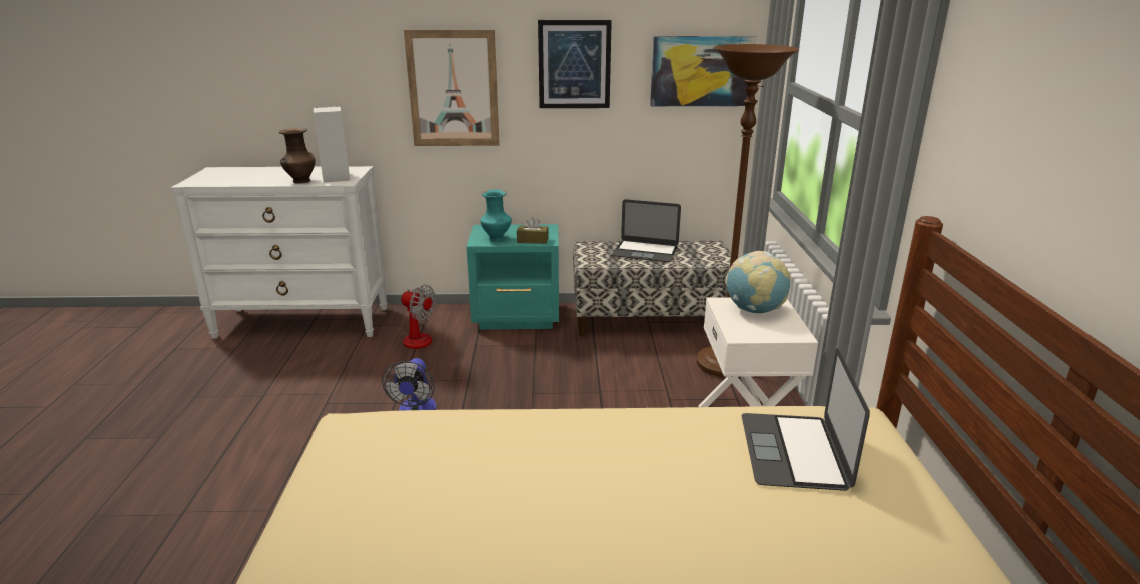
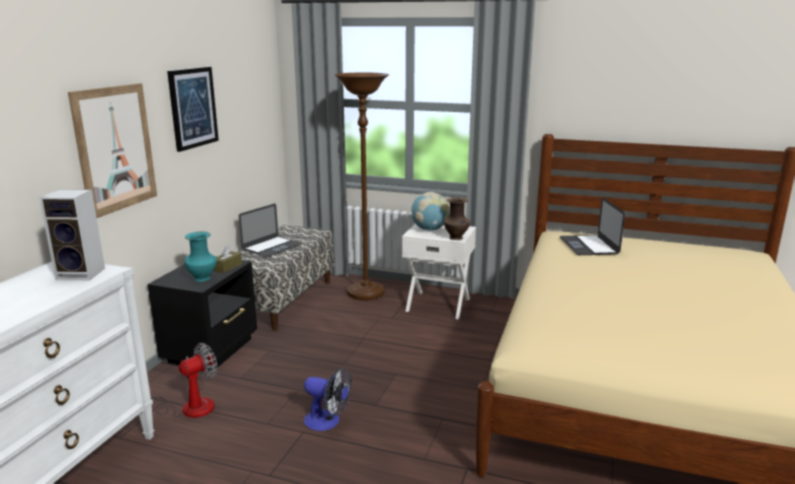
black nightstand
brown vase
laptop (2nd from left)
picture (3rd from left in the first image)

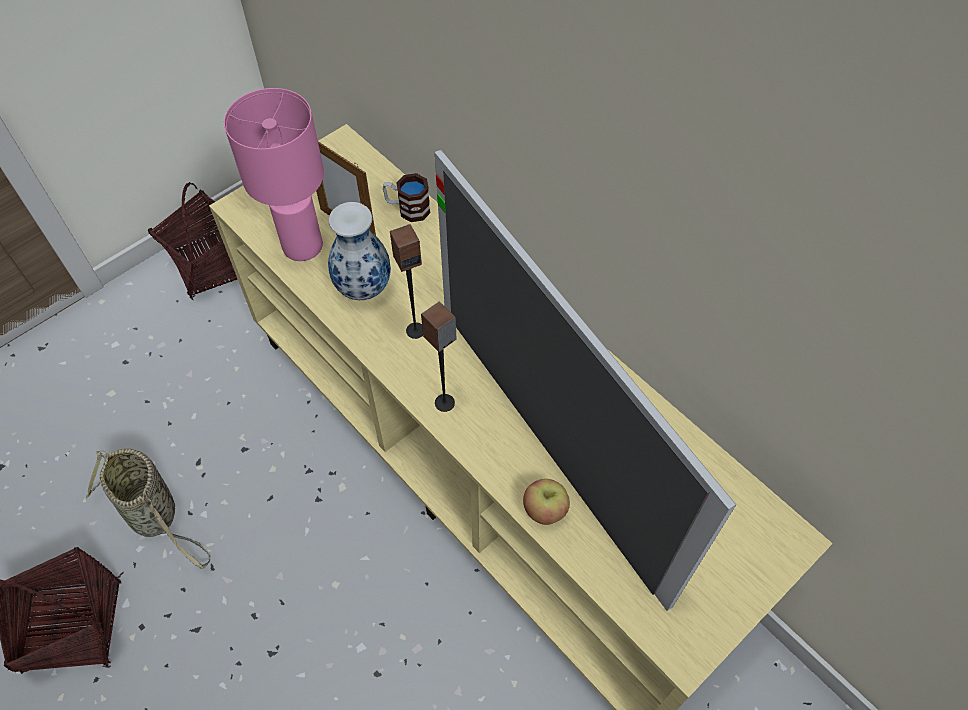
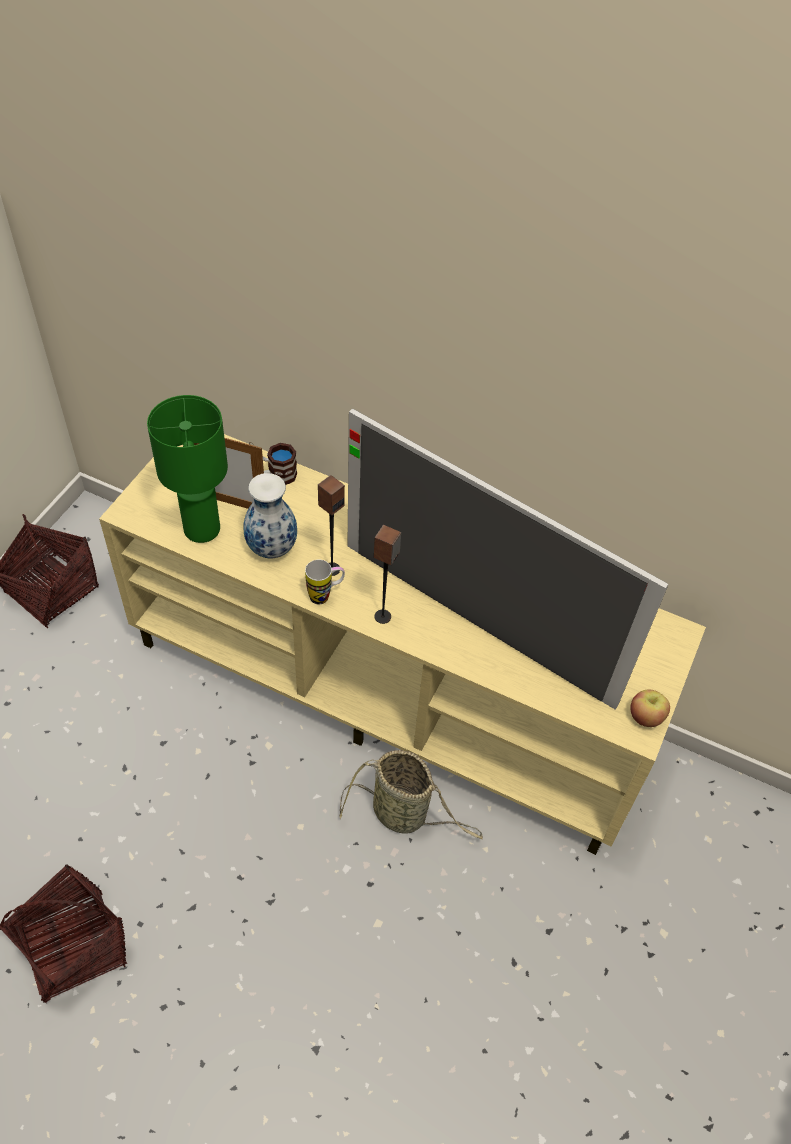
green table lamp
mug (2nd from left)
basket (3rd from left)
apple

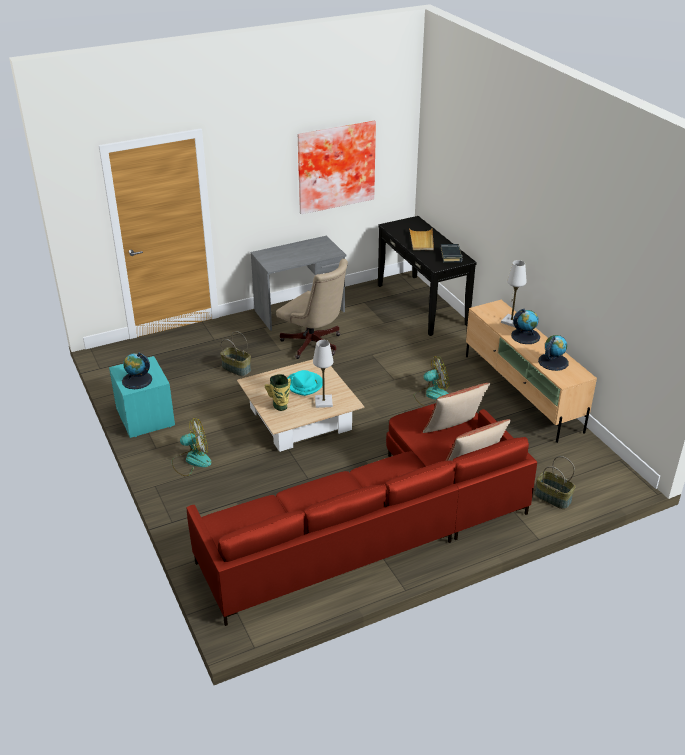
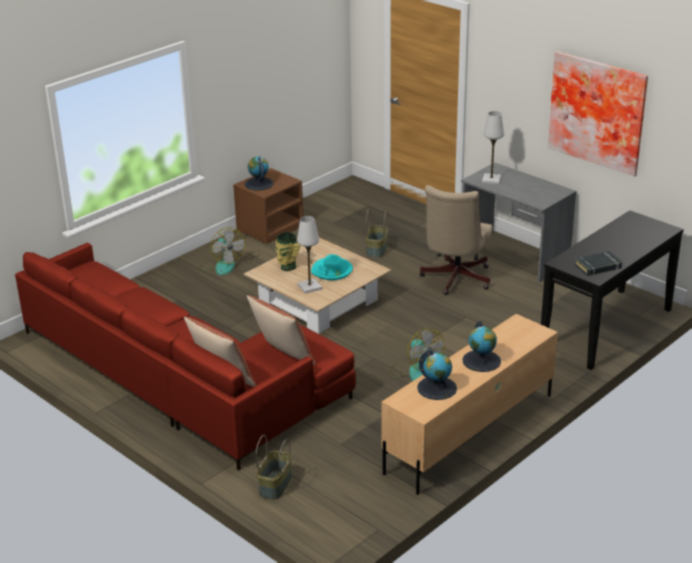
brown nightstand
white table lamp (2nd from left)
beige tray

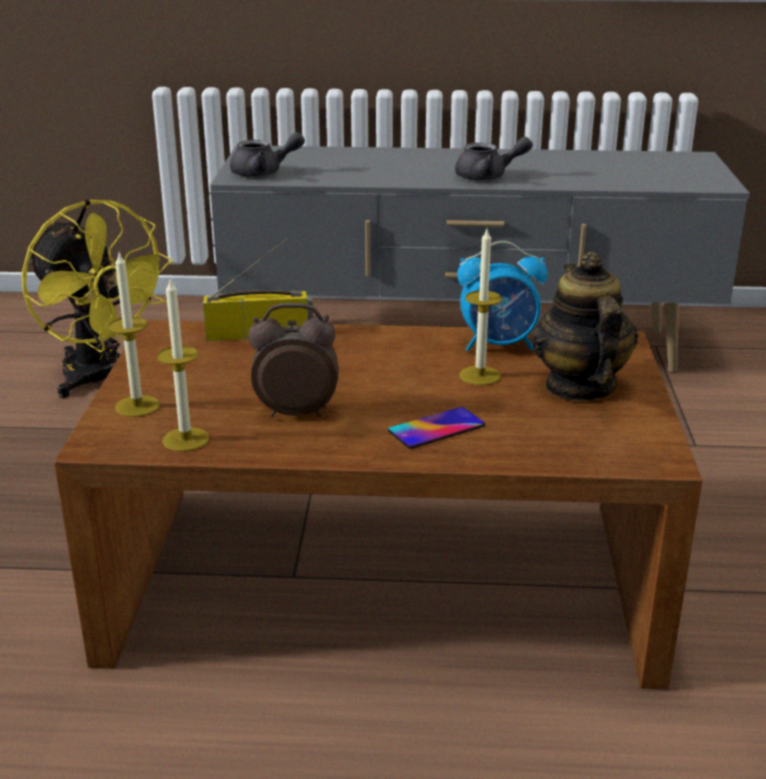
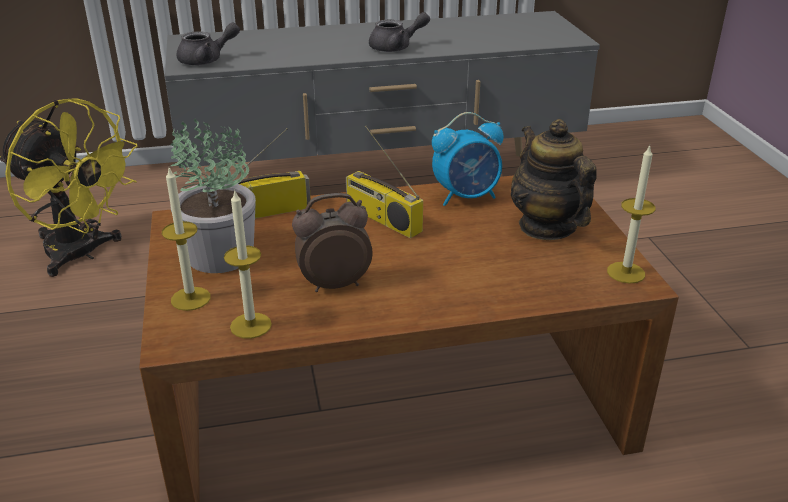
potted plant
radio (2nd from left)
candle (3rd from left)
phone

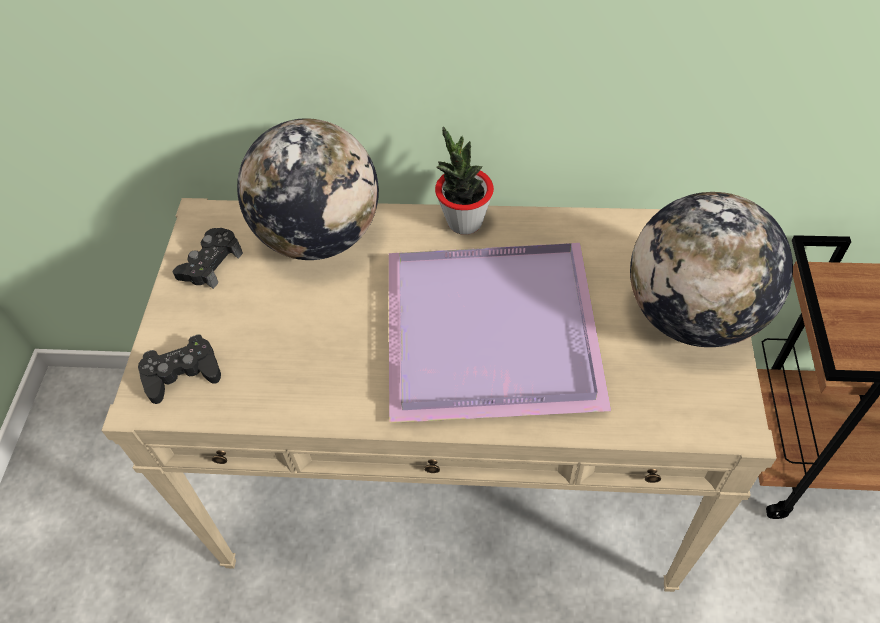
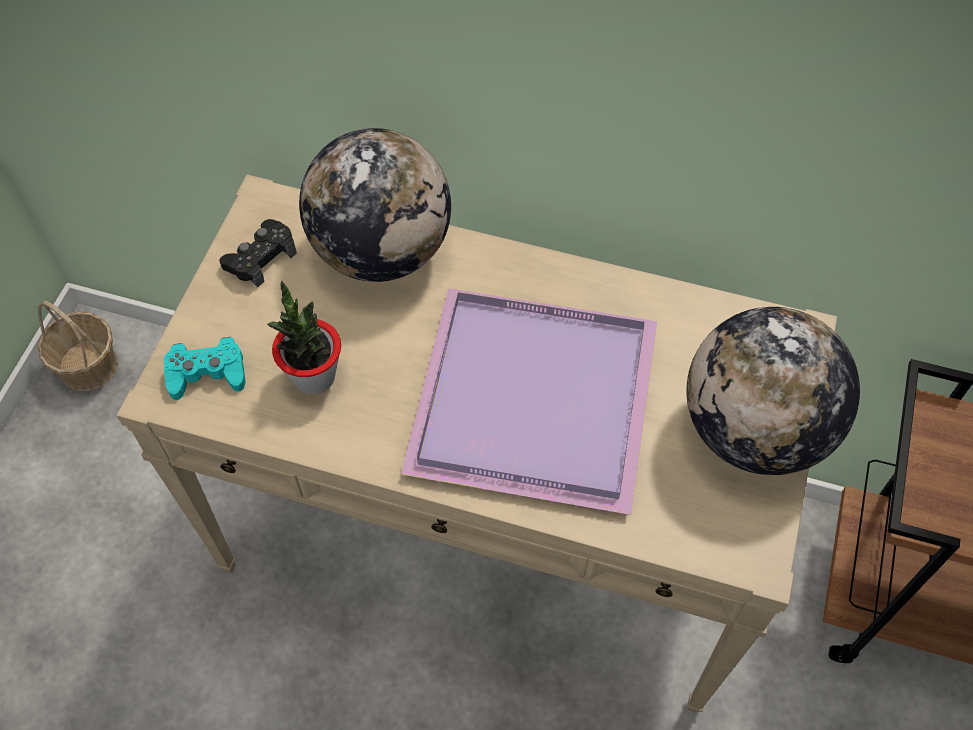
basket
turquoise game controller
potted plant

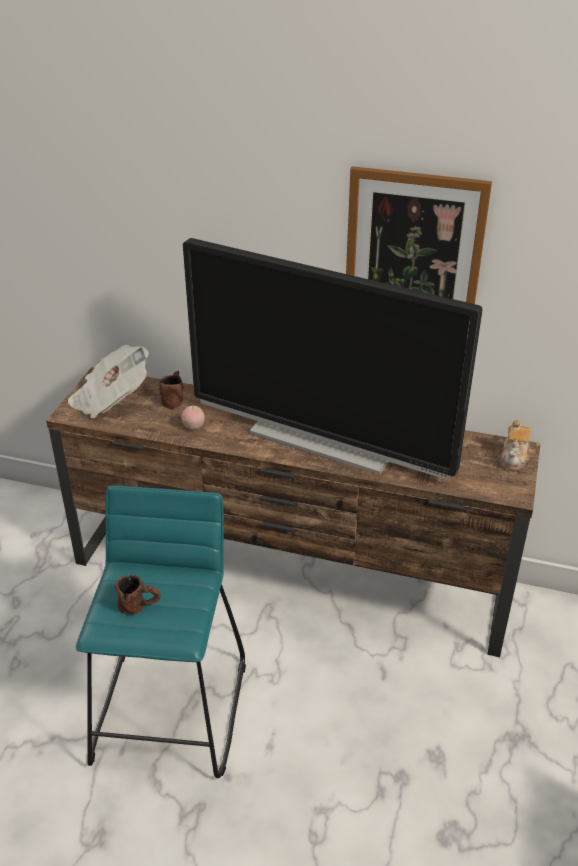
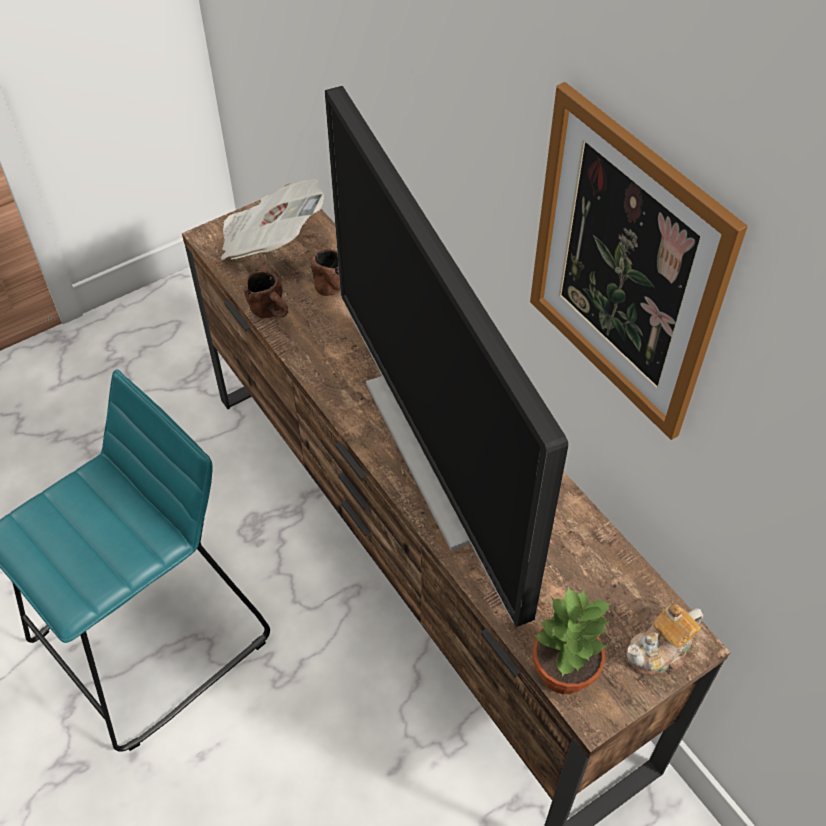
brown mug (1st from left)
potted plant
apple

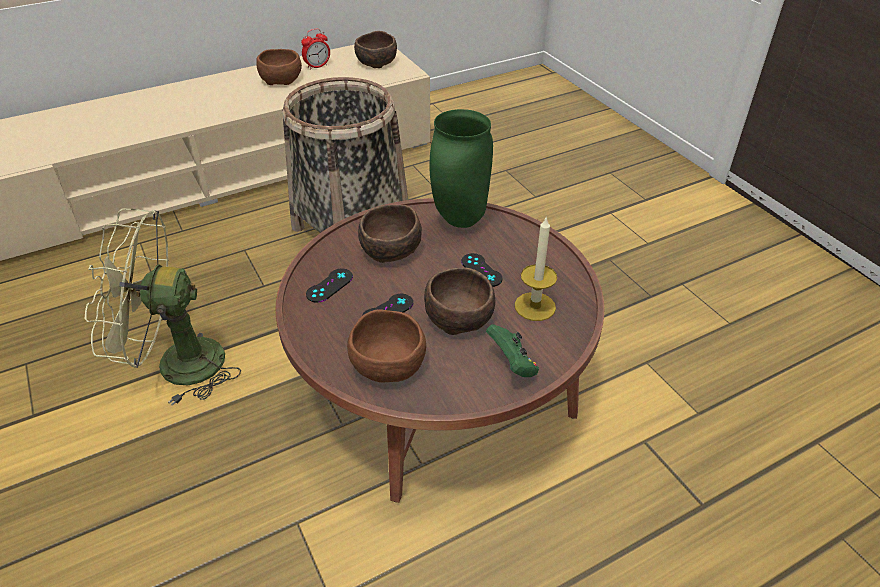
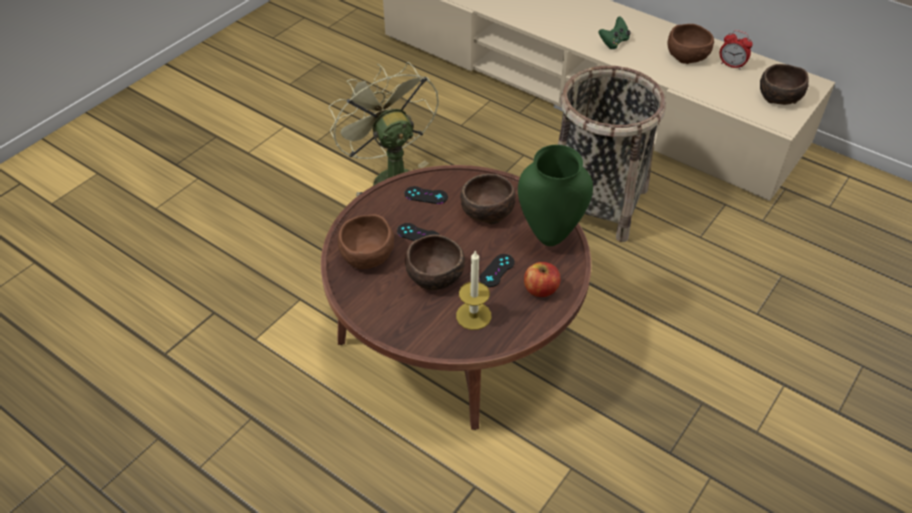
apple
green game controller

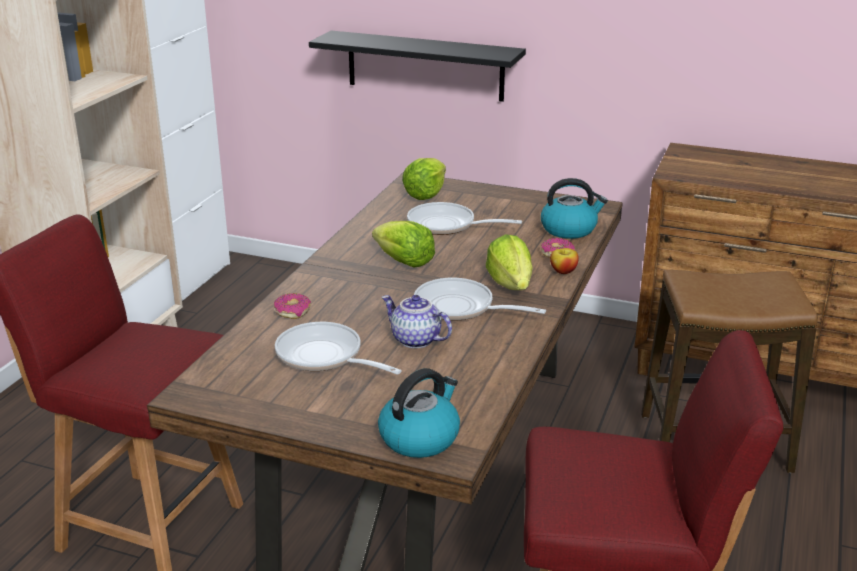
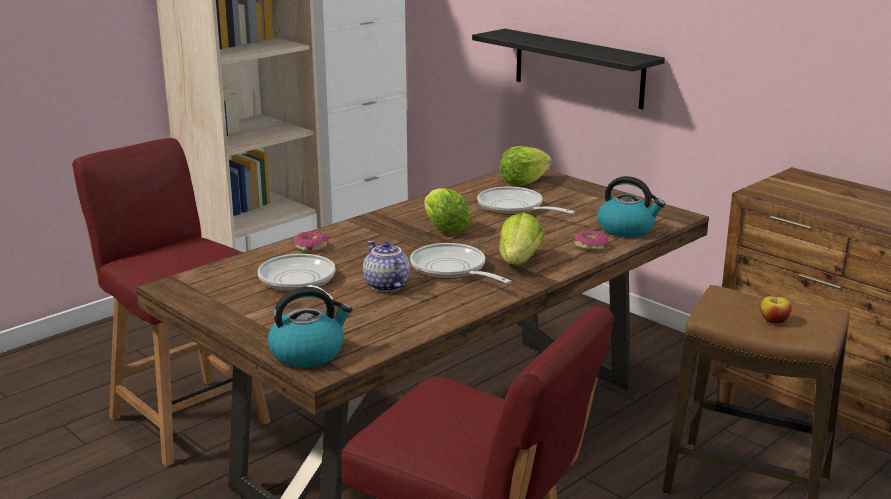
apple

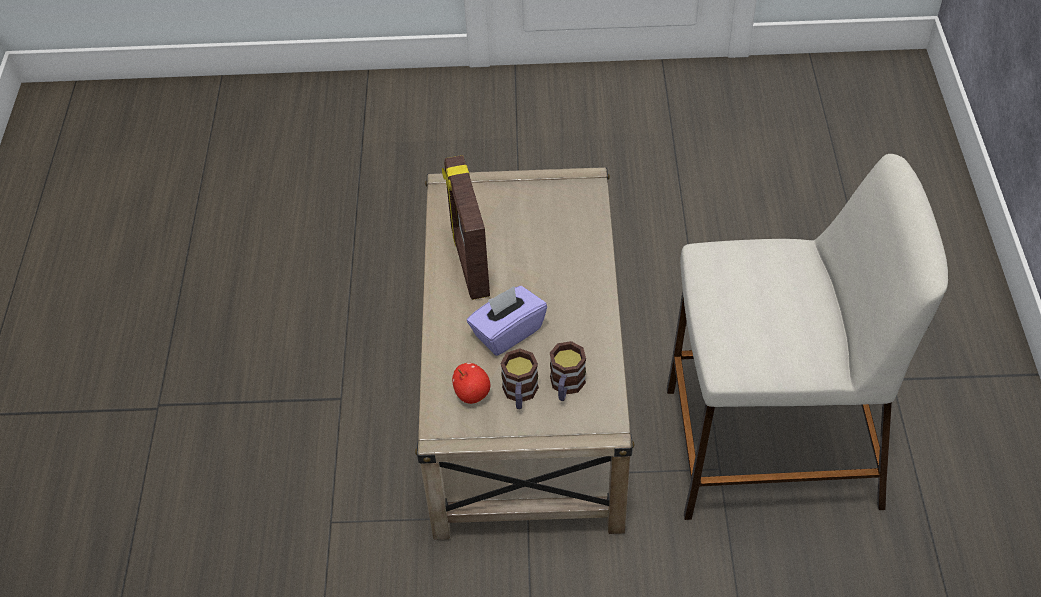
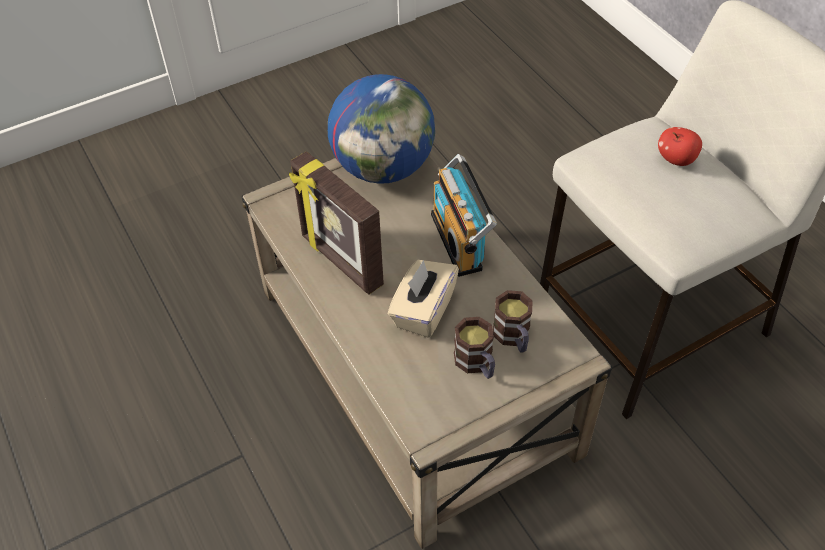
globe
beige tissue box
radio
apple

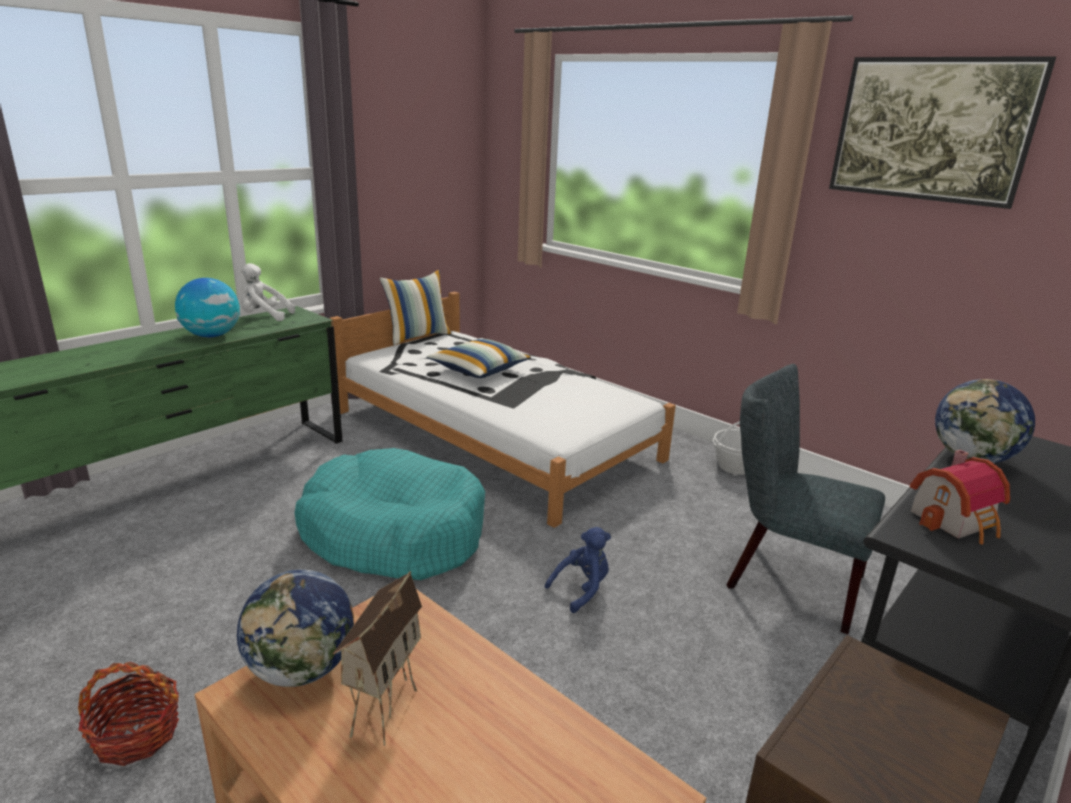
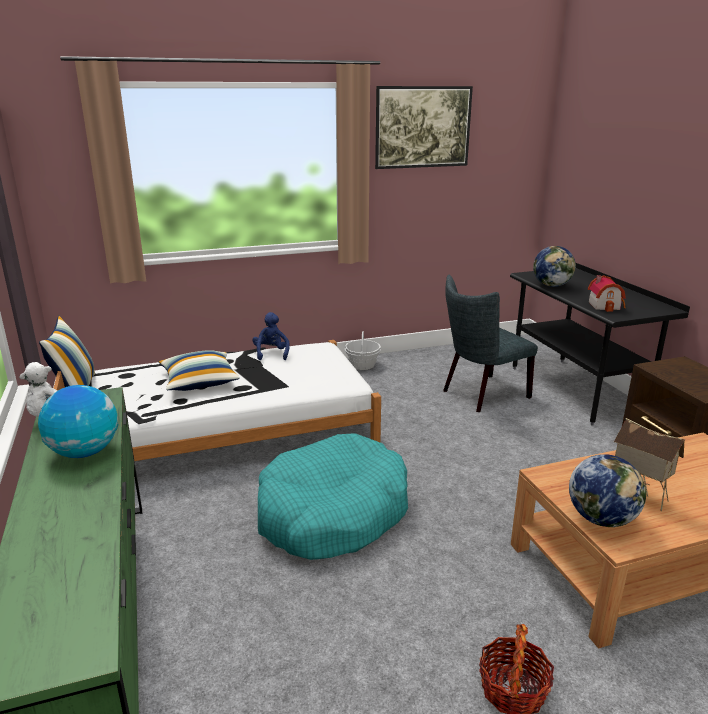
blue plush toy

